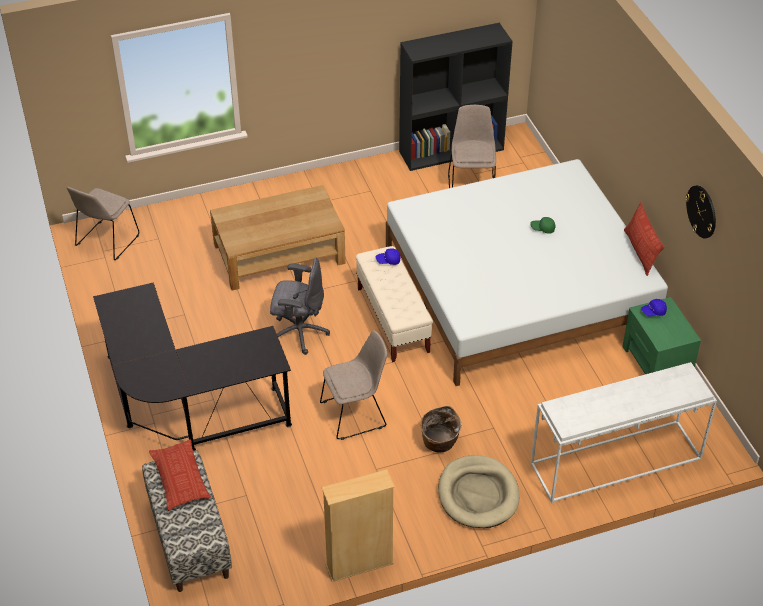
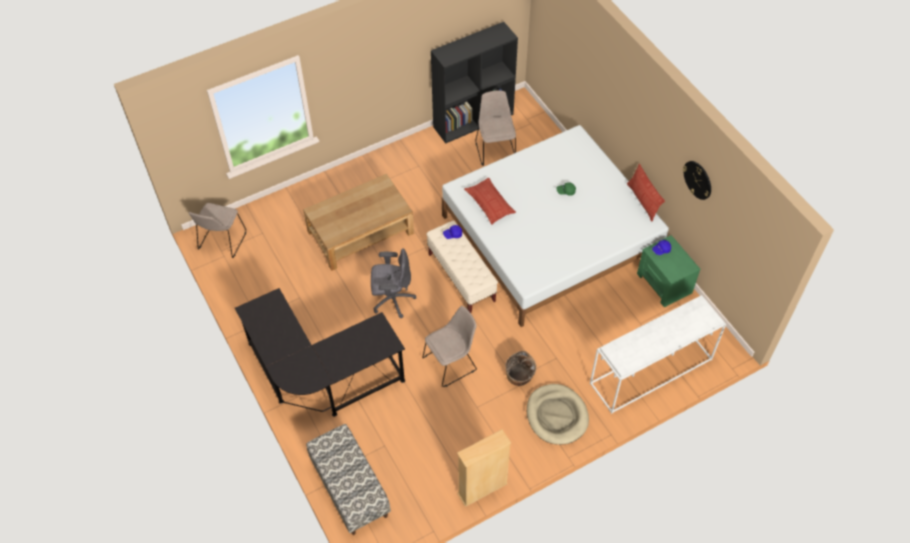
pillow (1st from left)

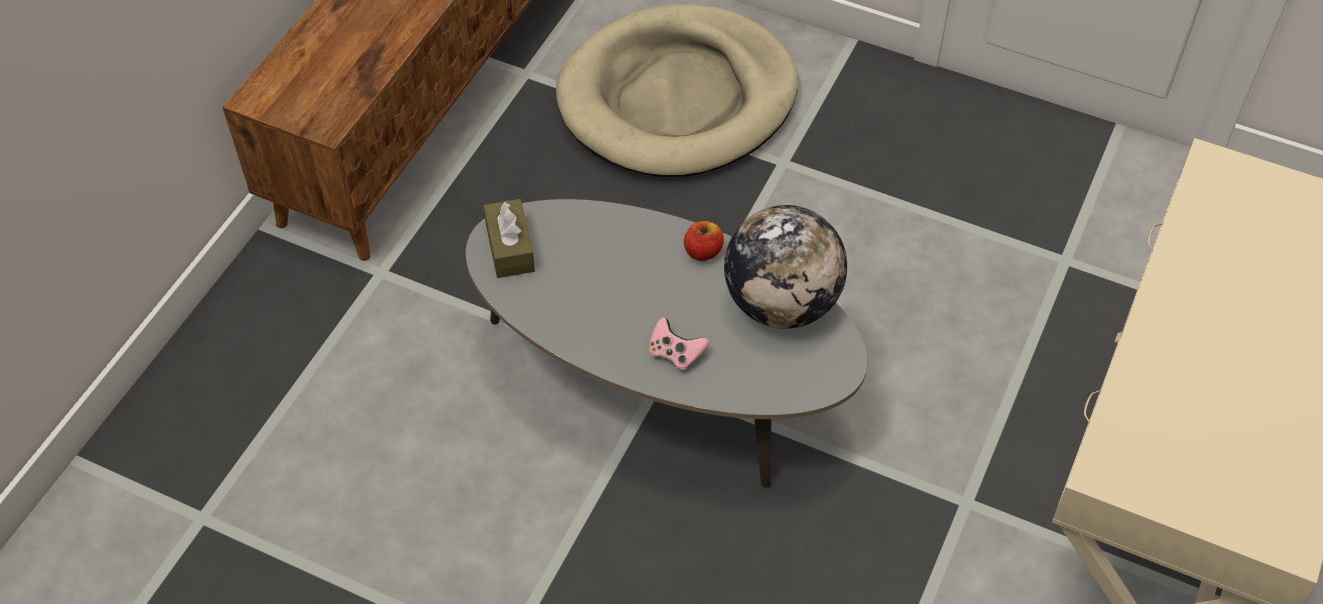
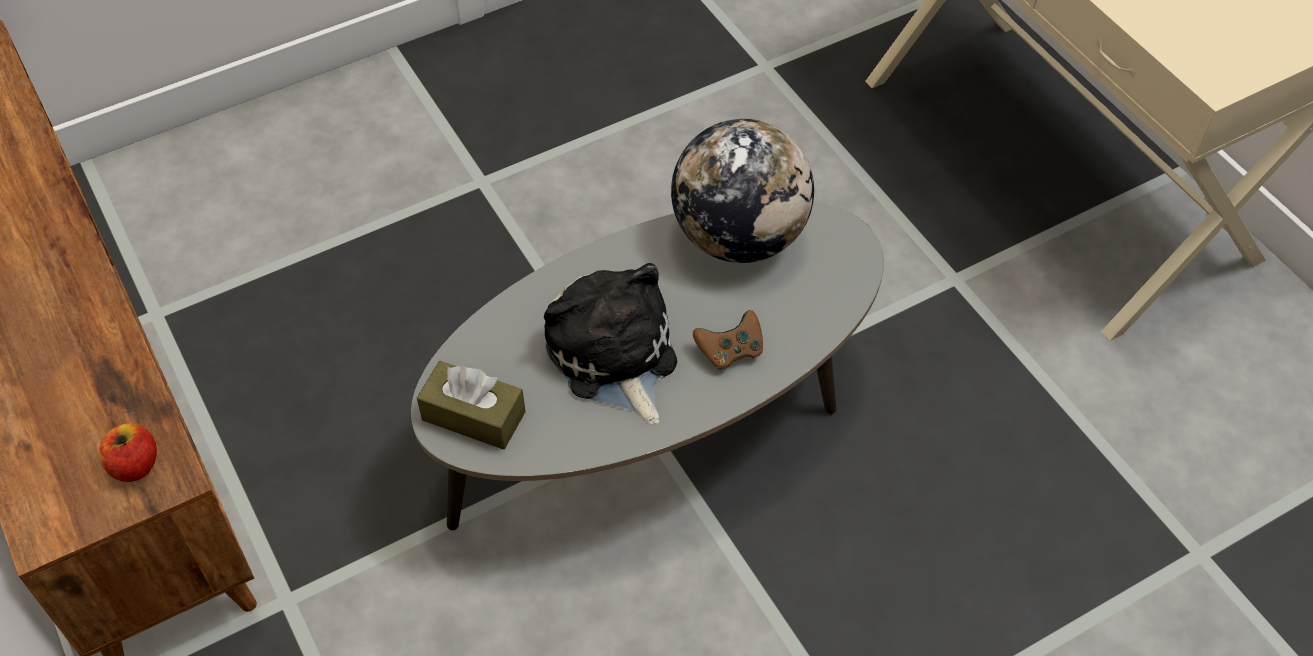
apple
plush toy
brown game controller
beige dog bed

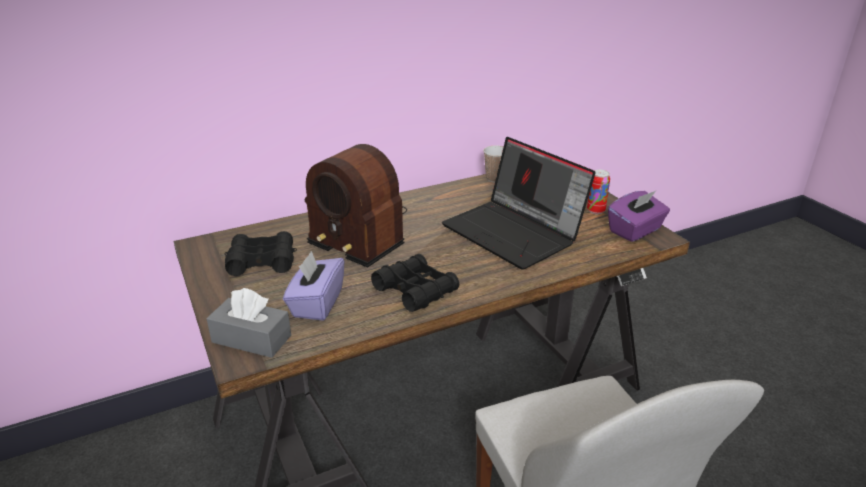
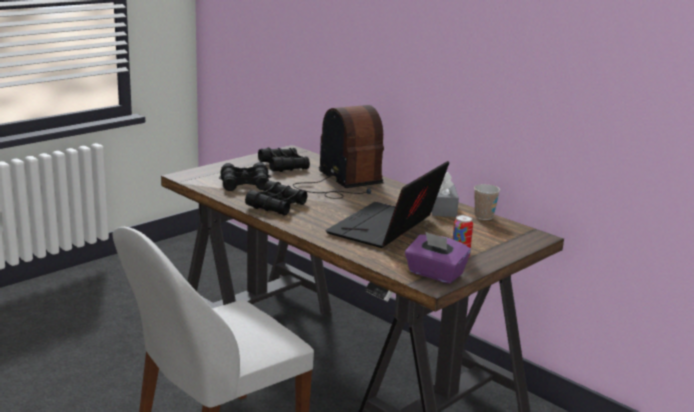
black binoculars (1st from left)
radio
grey tissue box

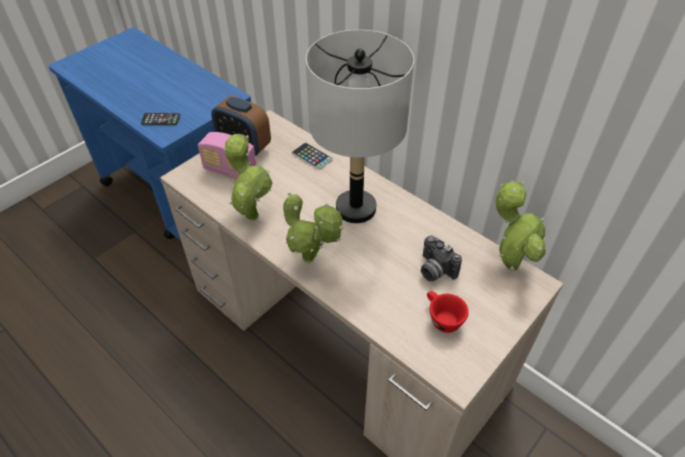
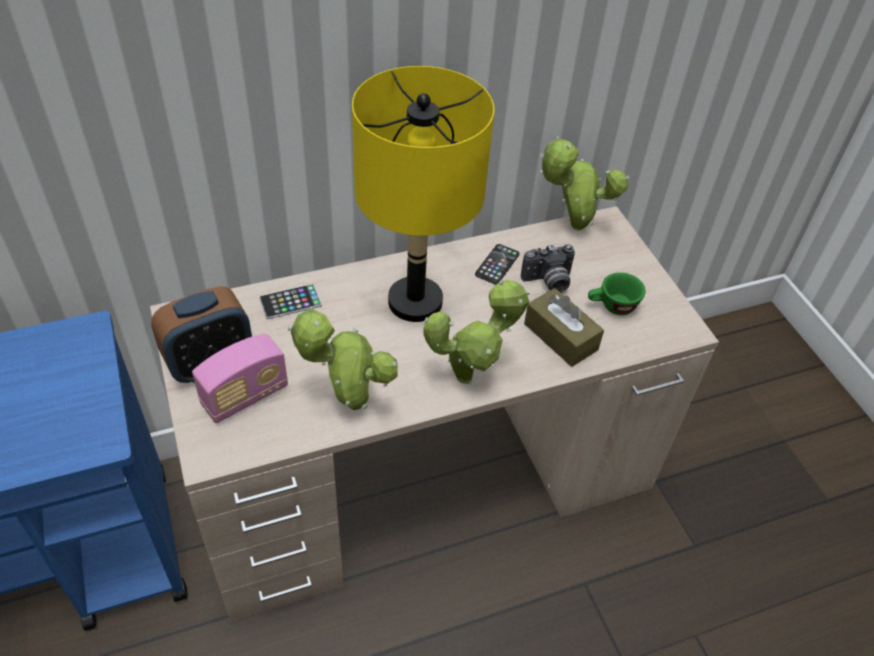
yellow table lamp
phone (2nd from left)
brown tissue box
green cup

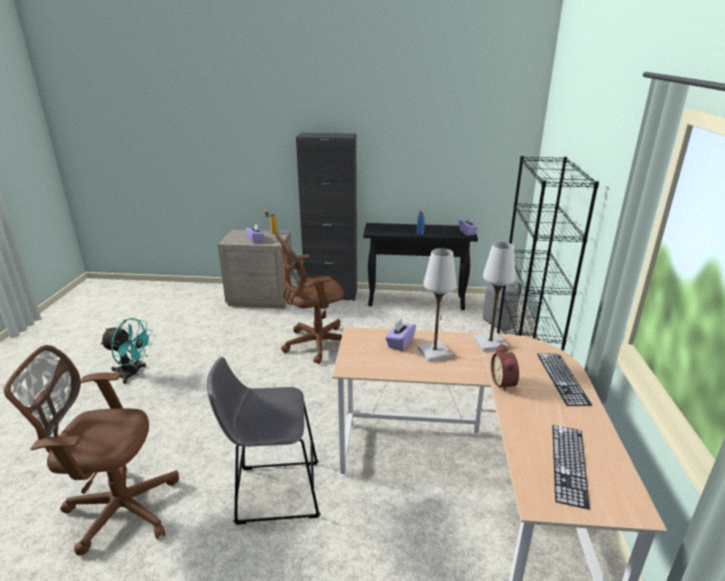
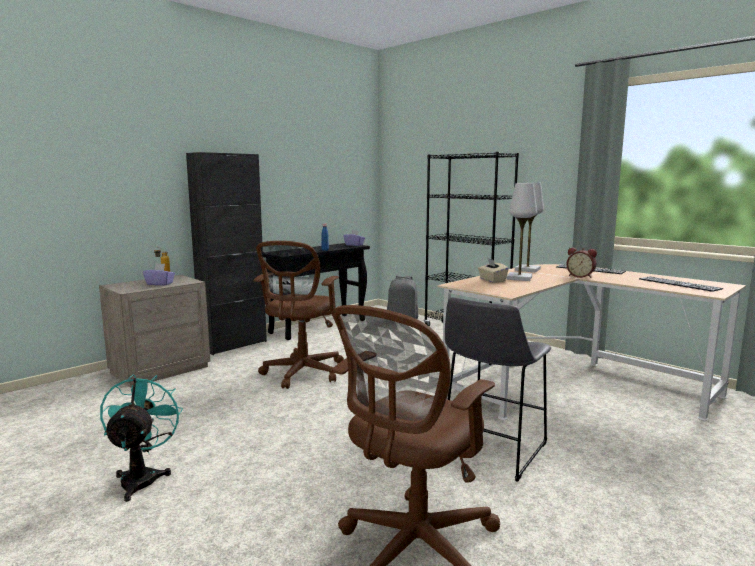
turquoise fan
beige tissue box

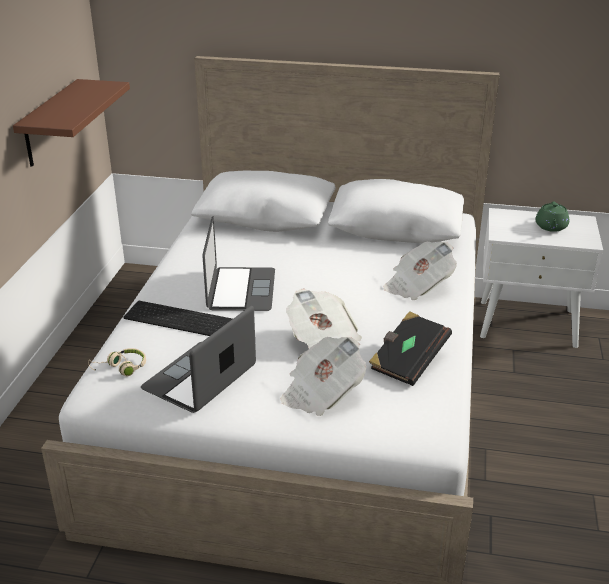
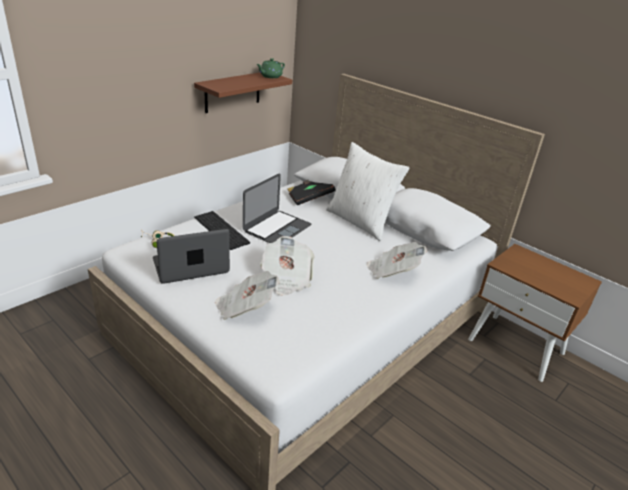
green teapot
black book
white pillow
brown nightstand

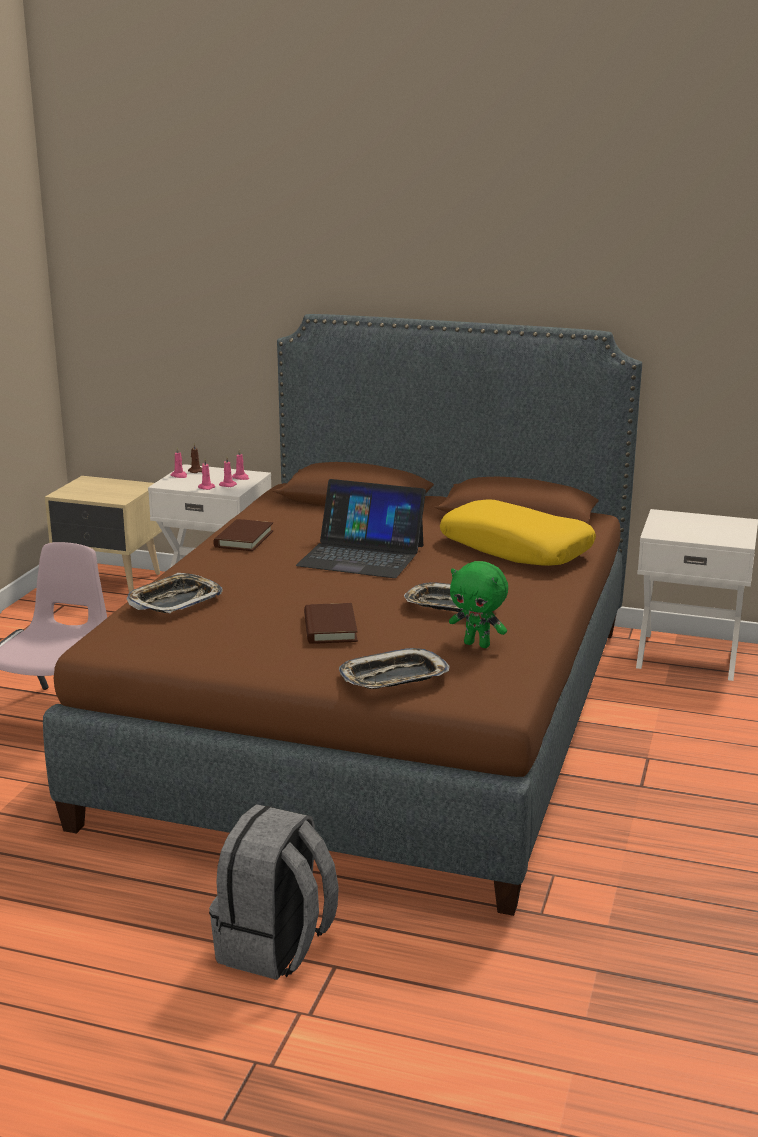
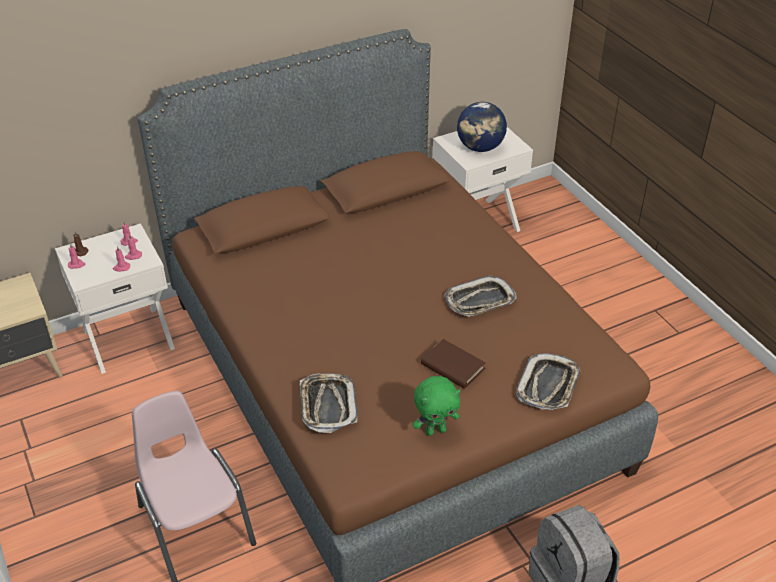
green plush toy
globe
brown book (1st from left in the first image)
laptop
yellow pillow

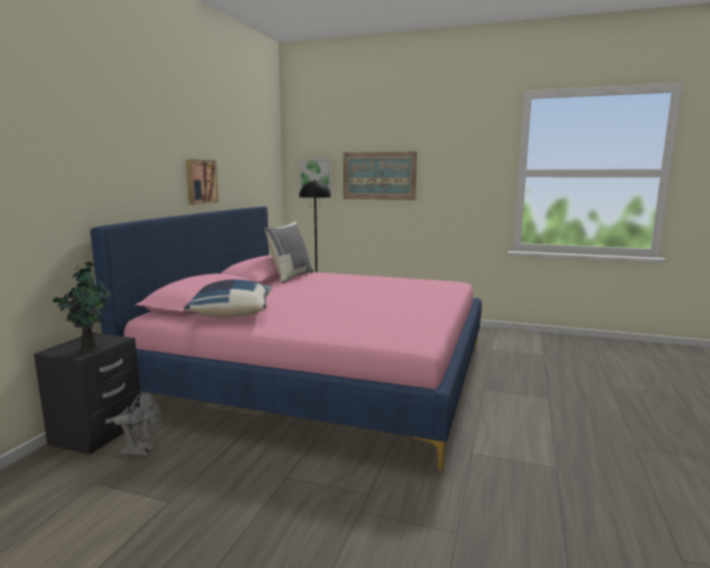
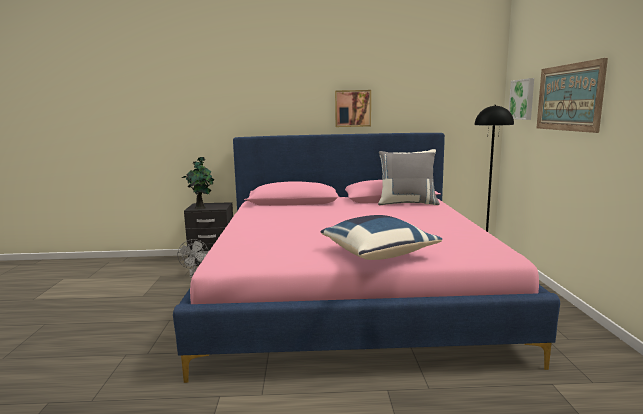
blue pillow

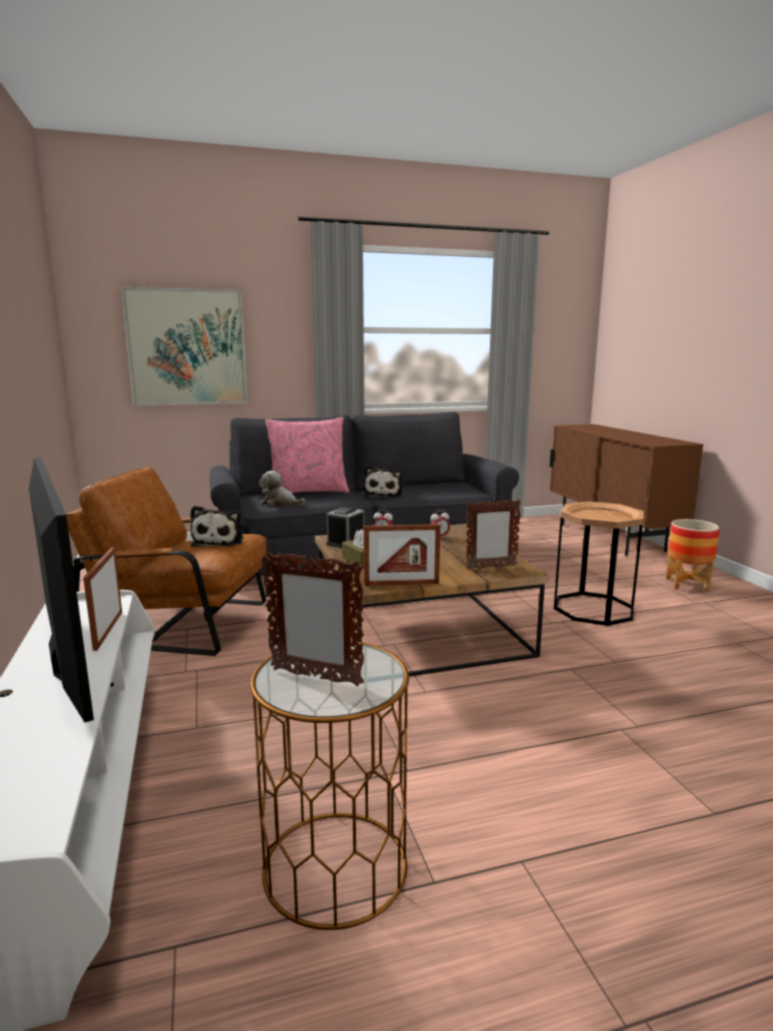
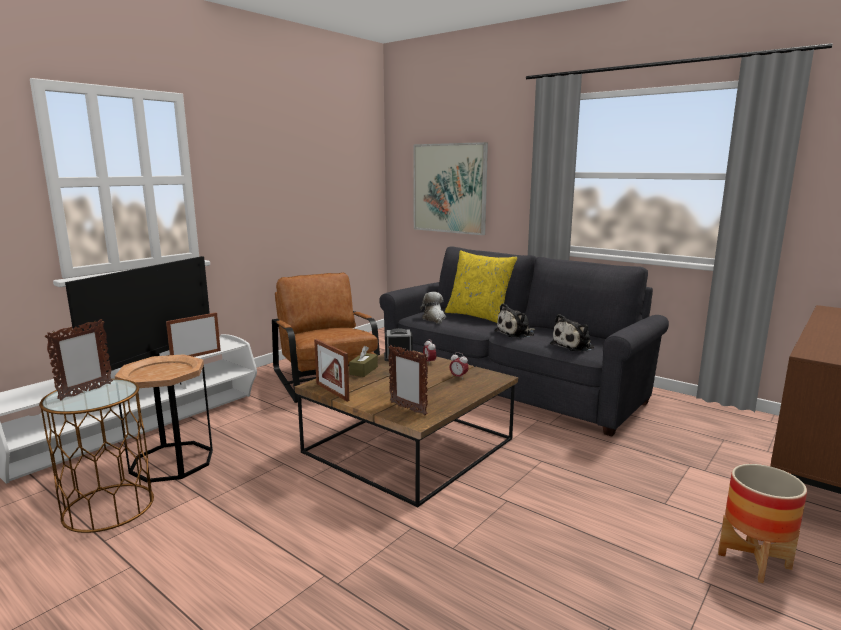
picture frame (1st from left)
brown side table (2nd from left)
yellow pillow
plush toy (3rd from left)

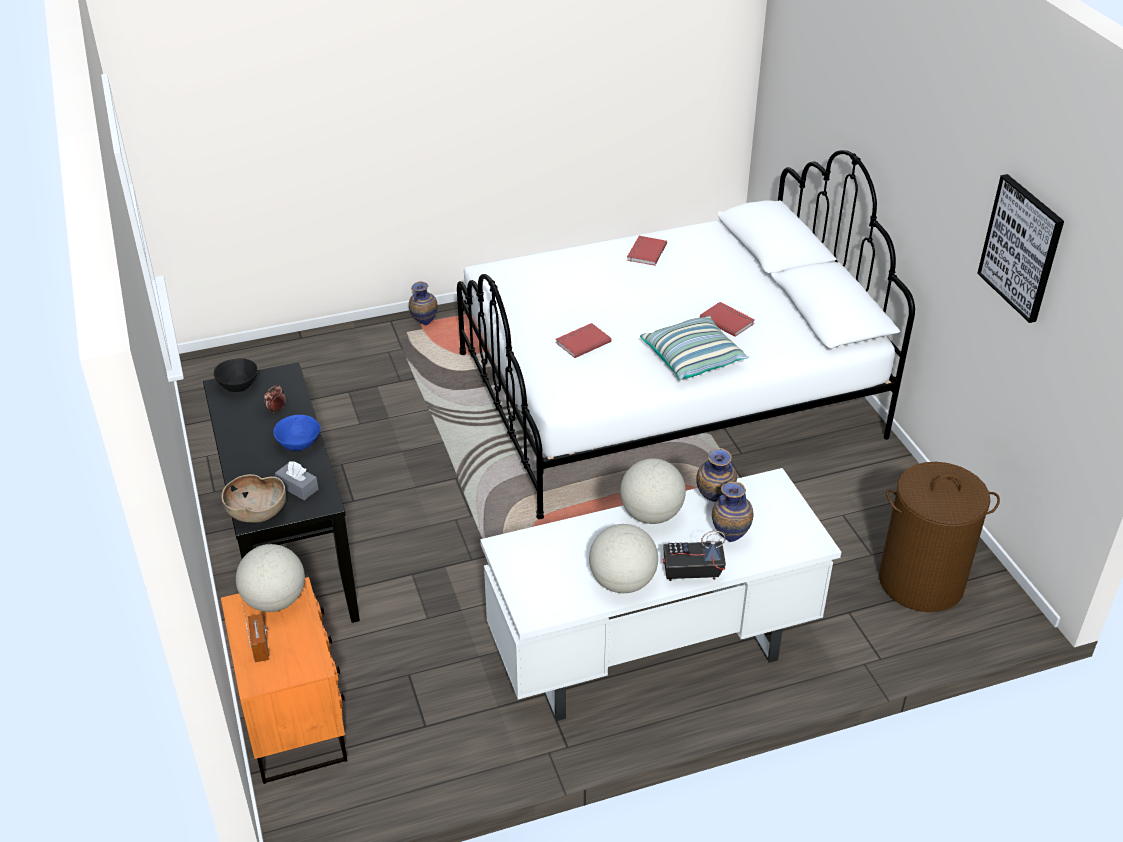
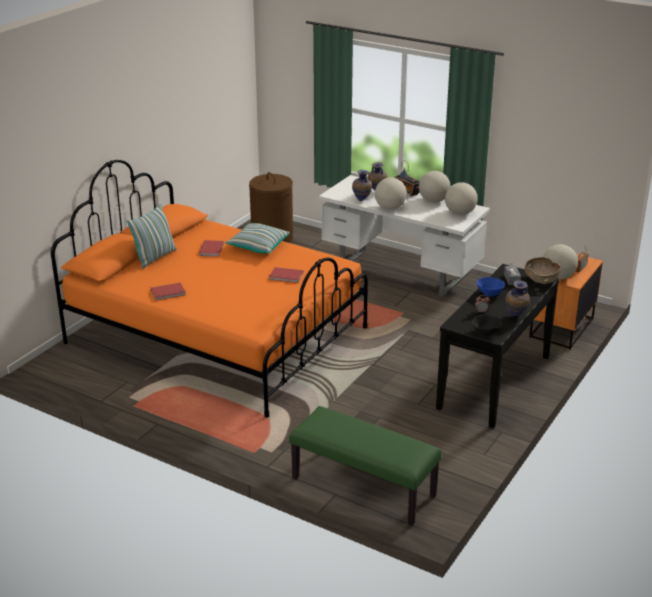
orange bed
pillow (1st from left)
green bench
globe (3rd from left)
vase (3rd from left)
picture

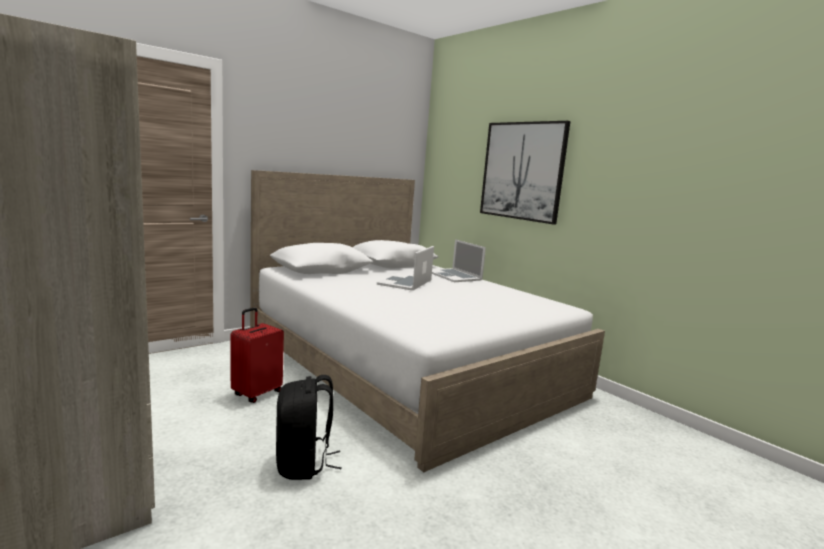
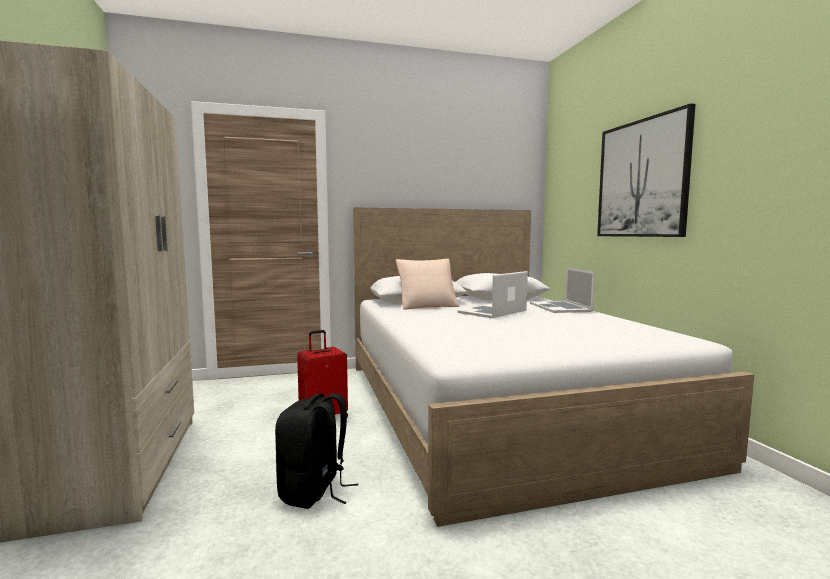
beige pillow

